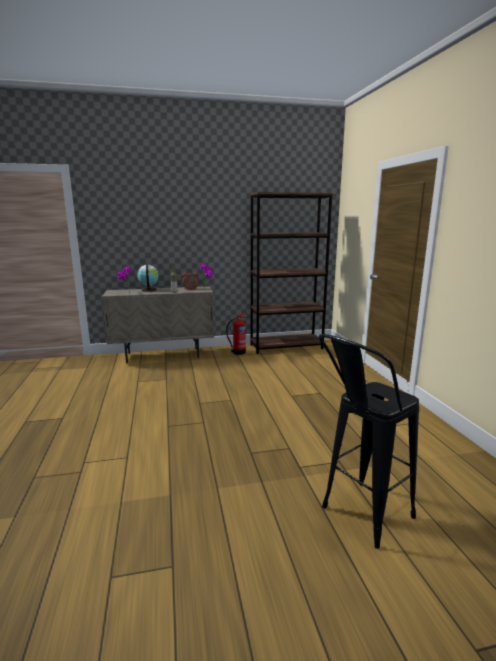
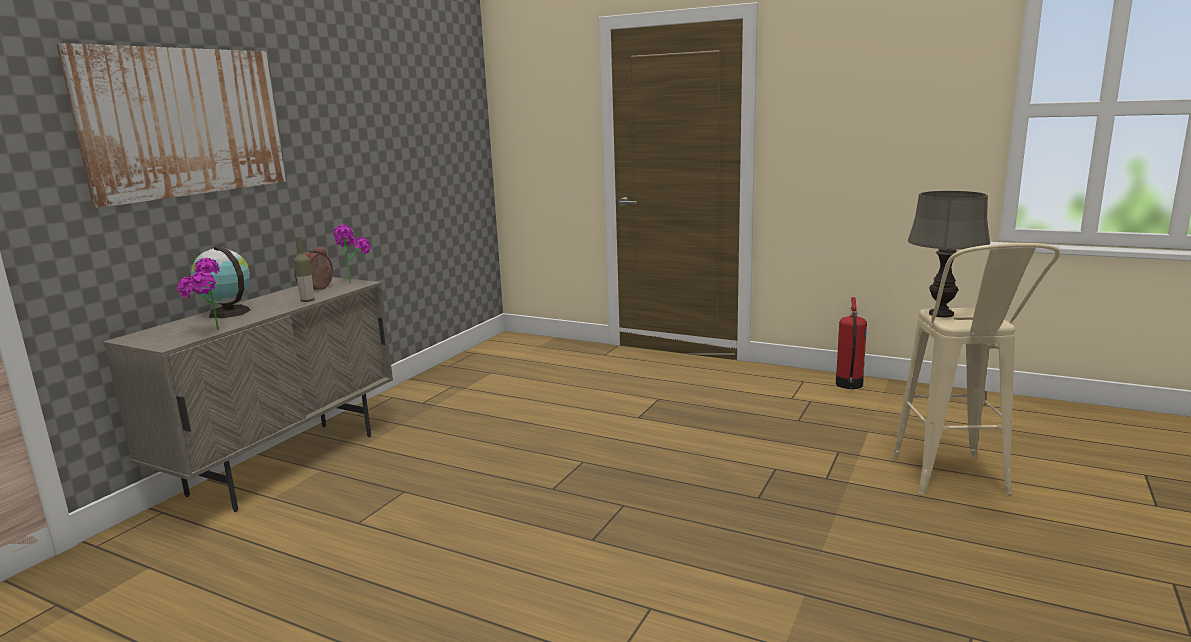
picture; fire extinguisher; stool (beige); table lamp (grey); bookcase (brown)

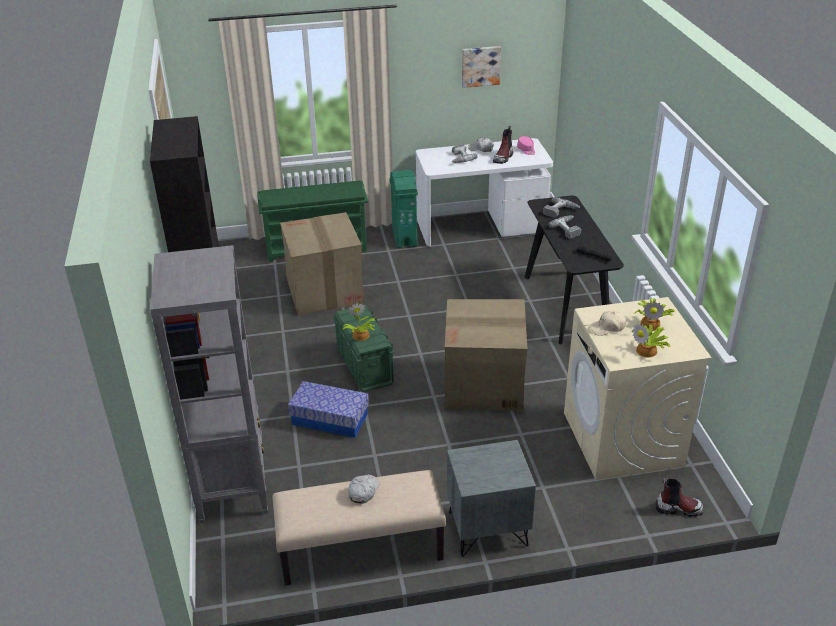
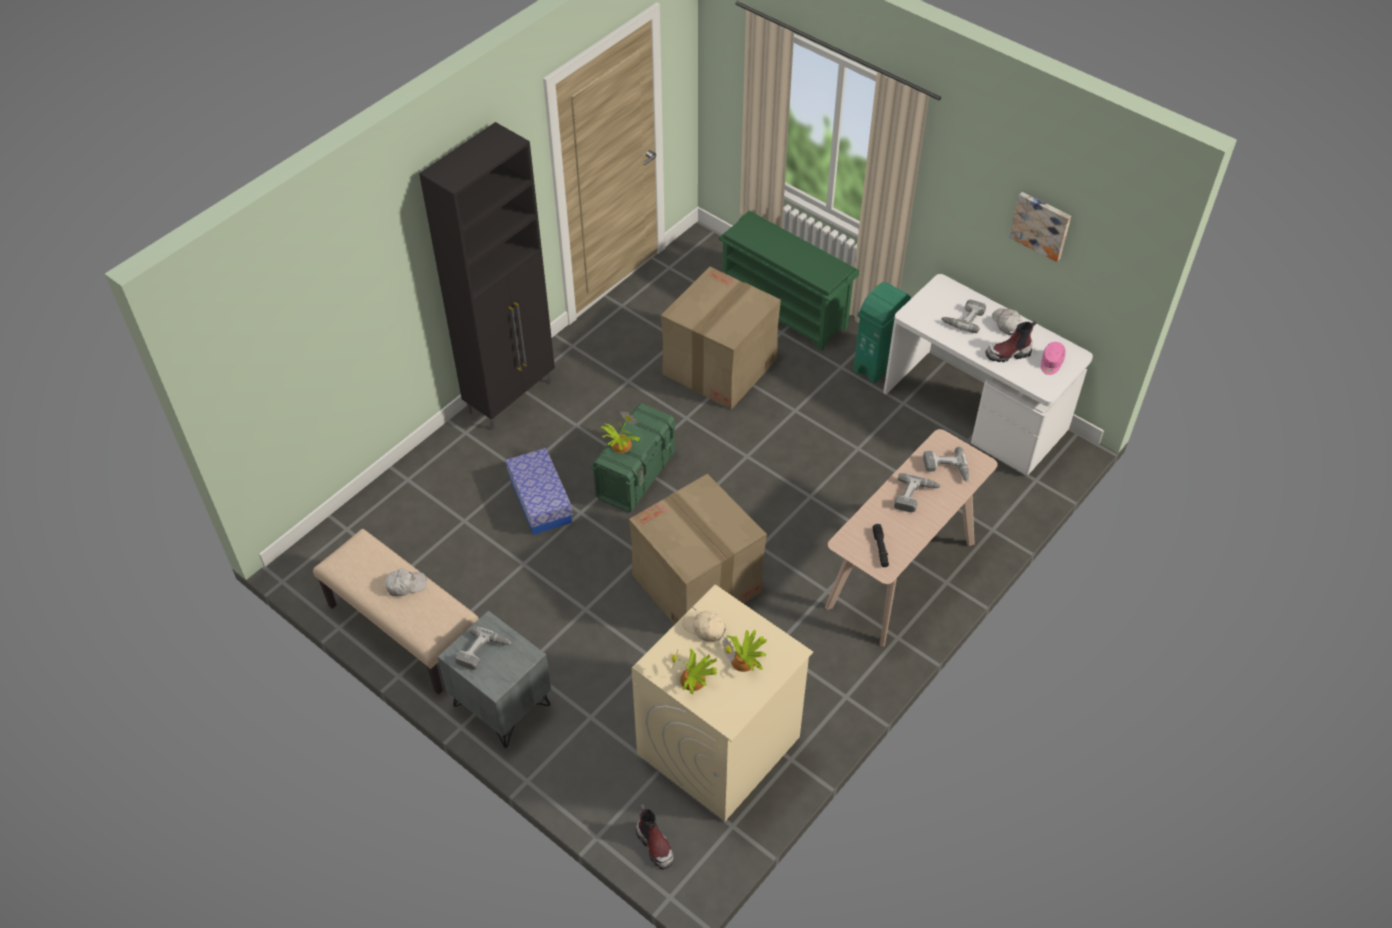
power drill (no. 1 from left); console table (beige); bookcase (grey)

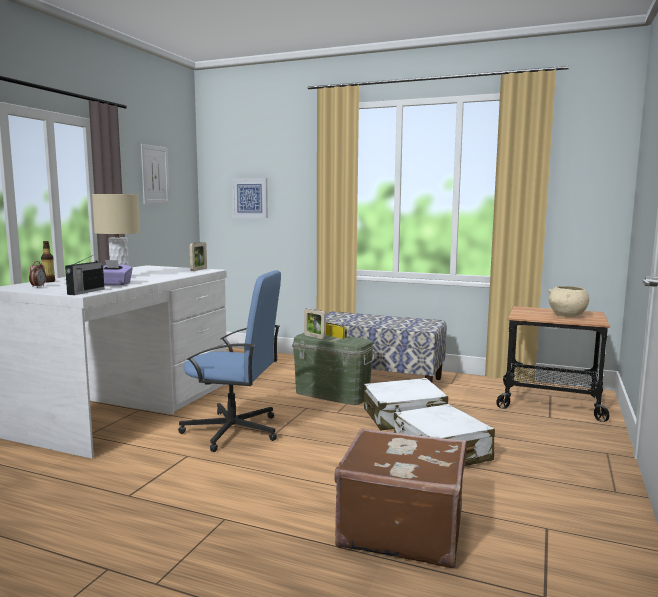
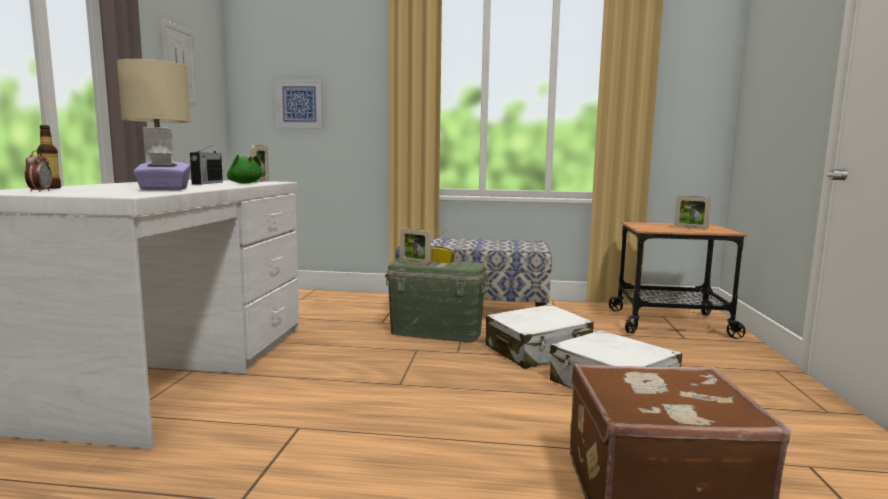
radio (no. 1 from left); plush toy (green); picture frame (no. 3 from left); office chair (blue)

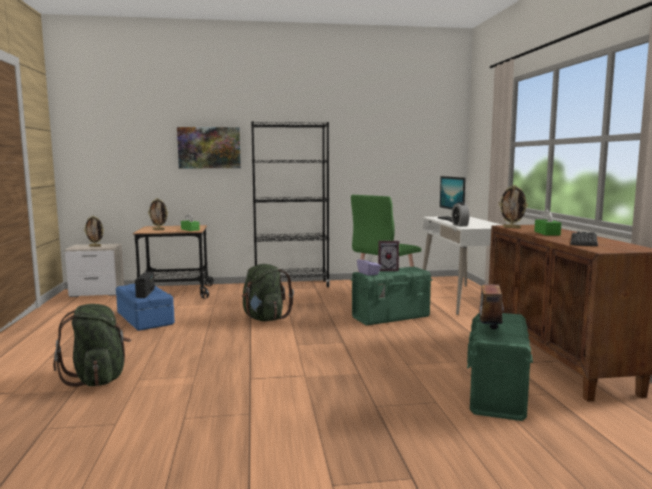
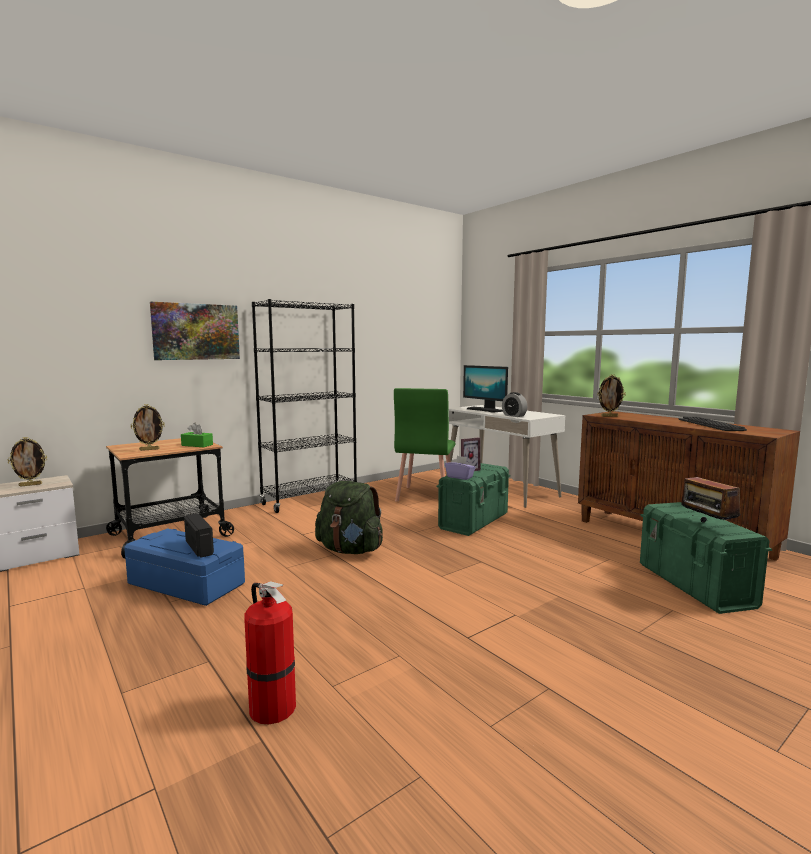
fire extinguisher; tissue box (green) (no. 2 from left in the first image)

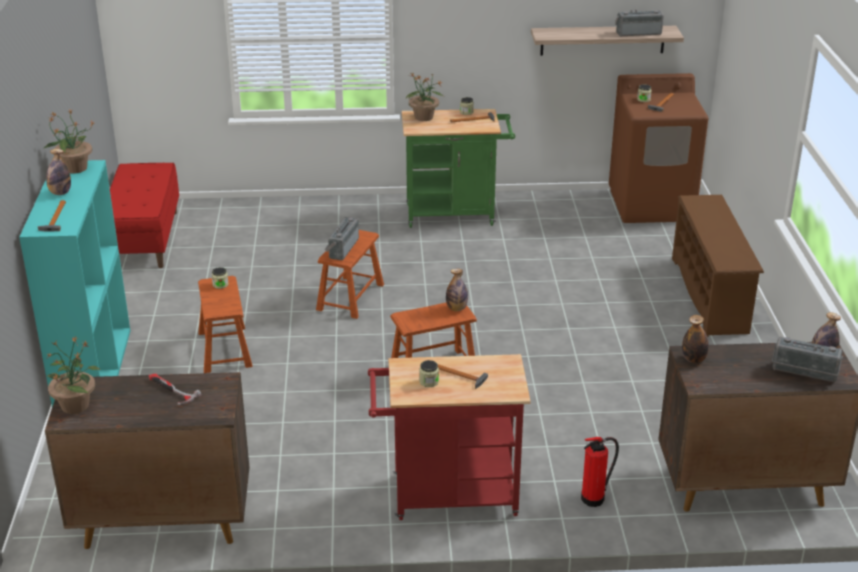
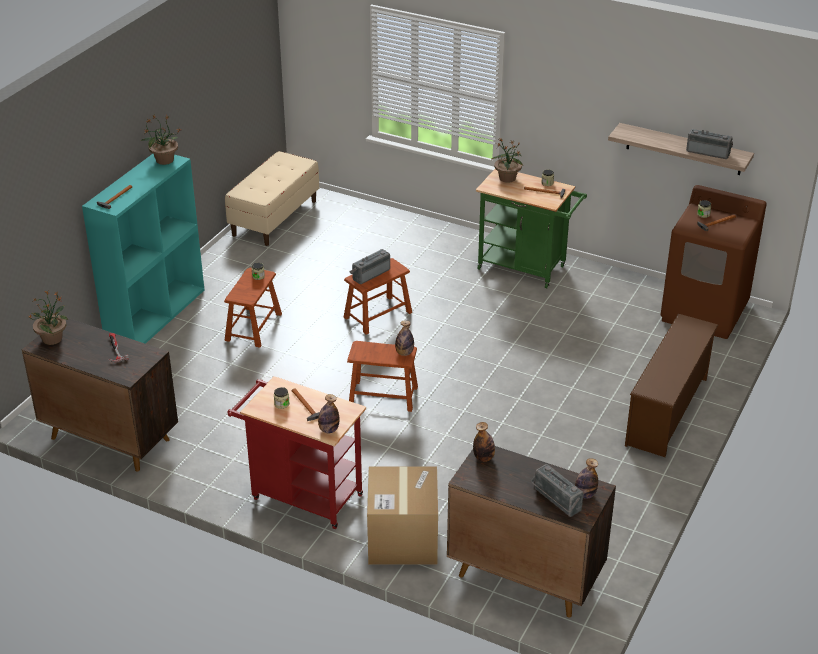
bench (beige); bottle (no. 1 from left); cardboard box

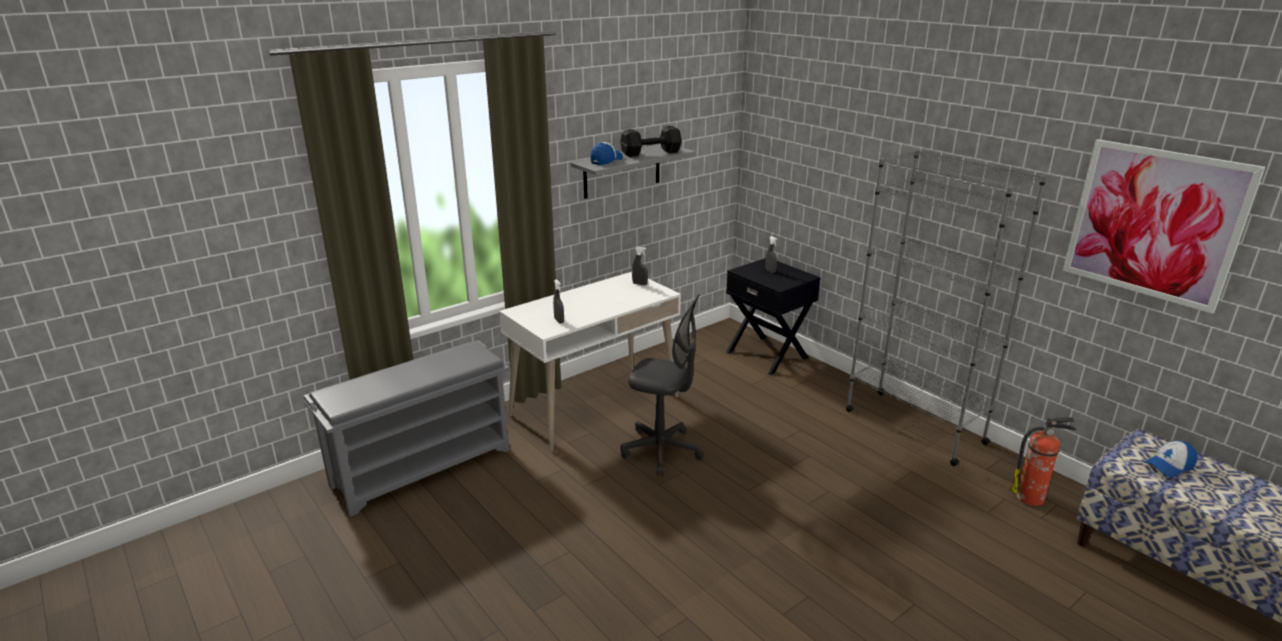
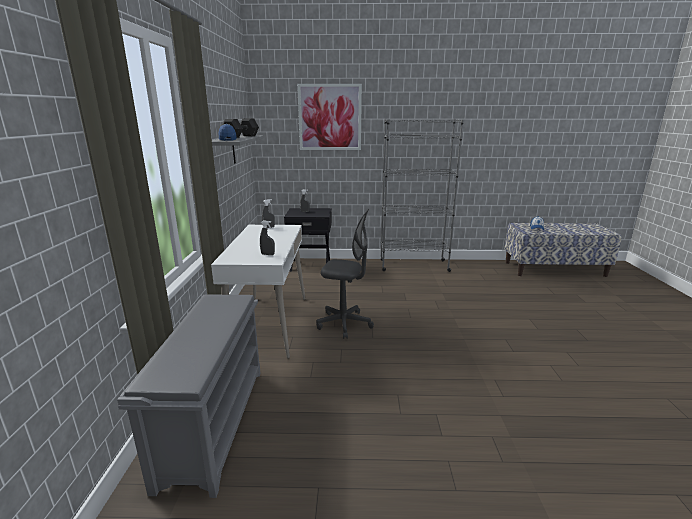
picture; office chair (grey); fire extinguisher

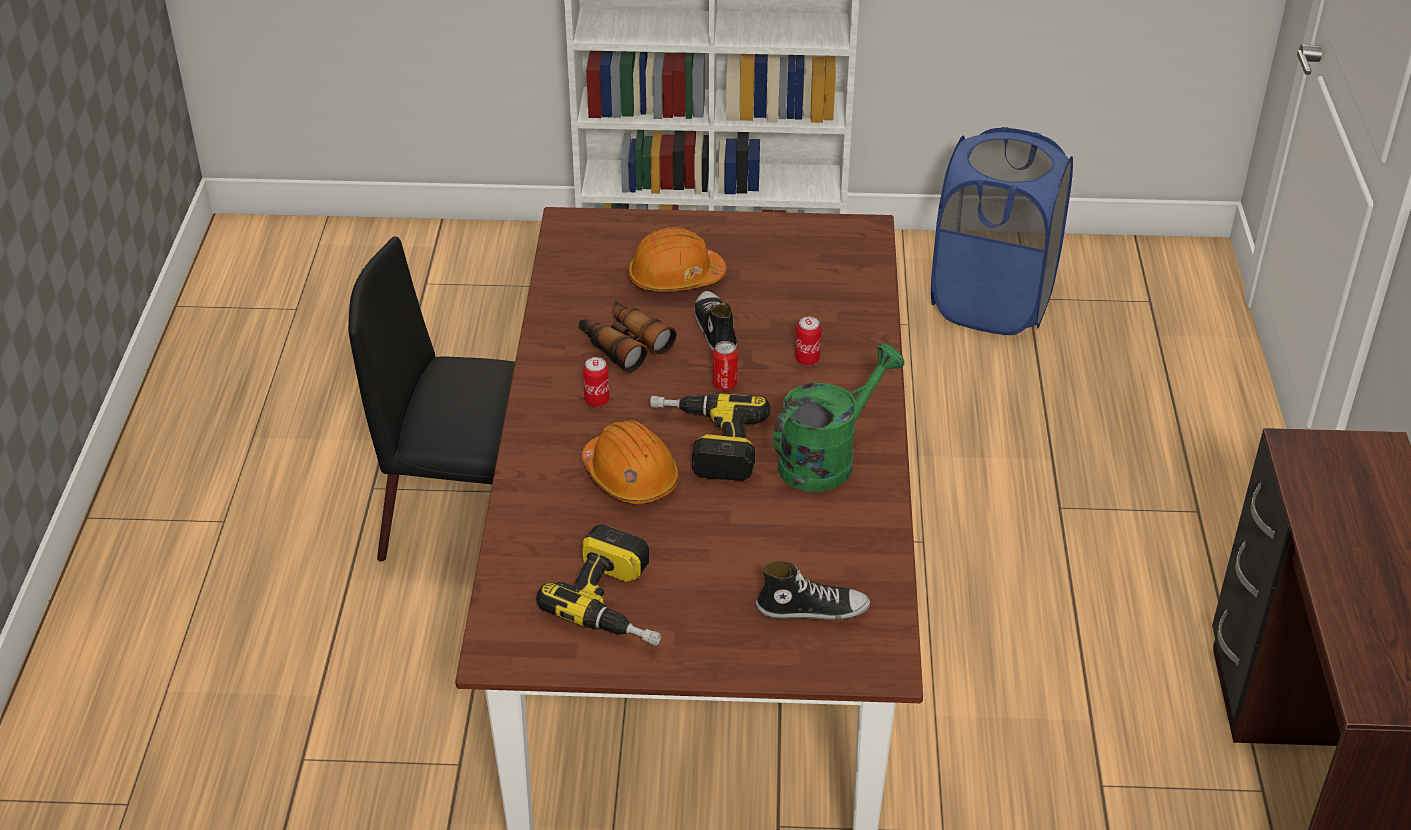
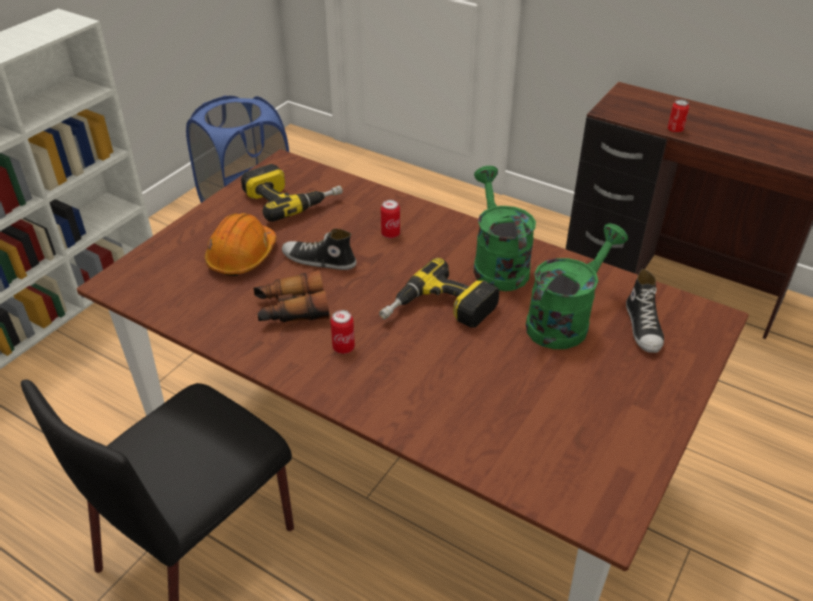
power drill (no. 1 from left); watering can (green) (no. 2 from left); shoe (no. 2 from left); can (no. 3 from left); hard hat (orange) (no. 1 from left in the first image)

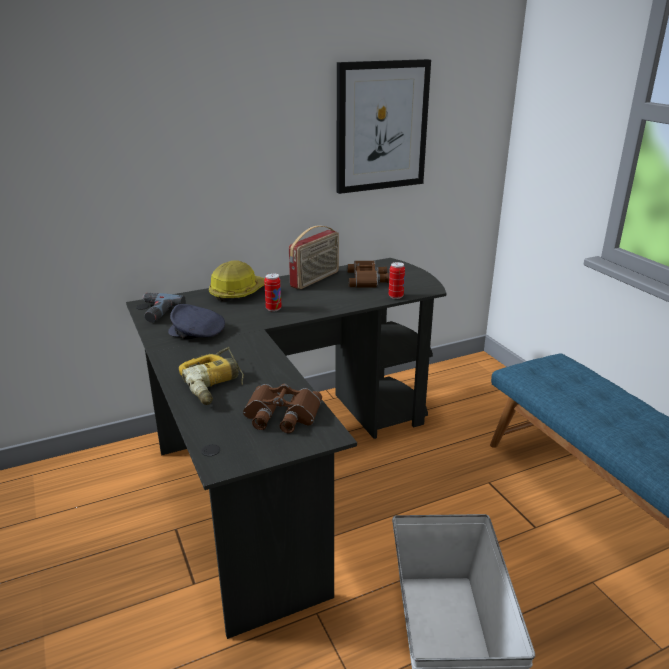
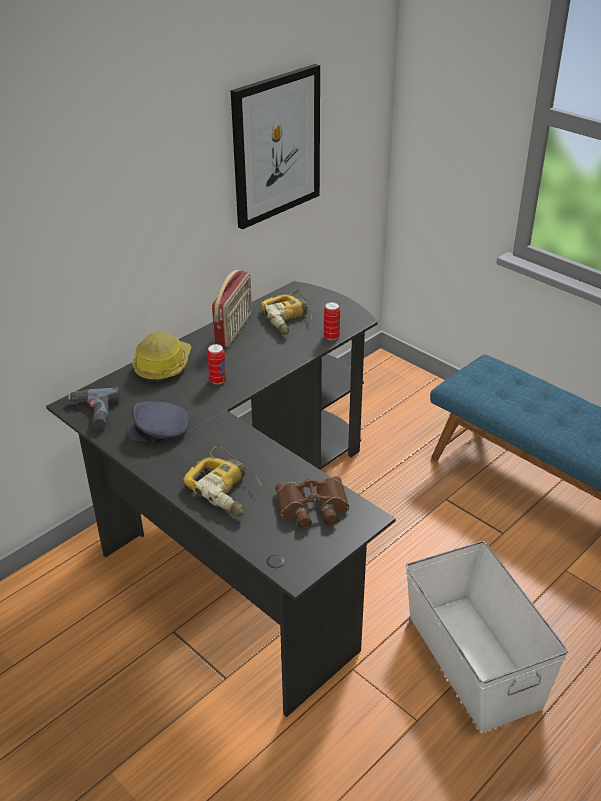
power drill (no. 3 from left)

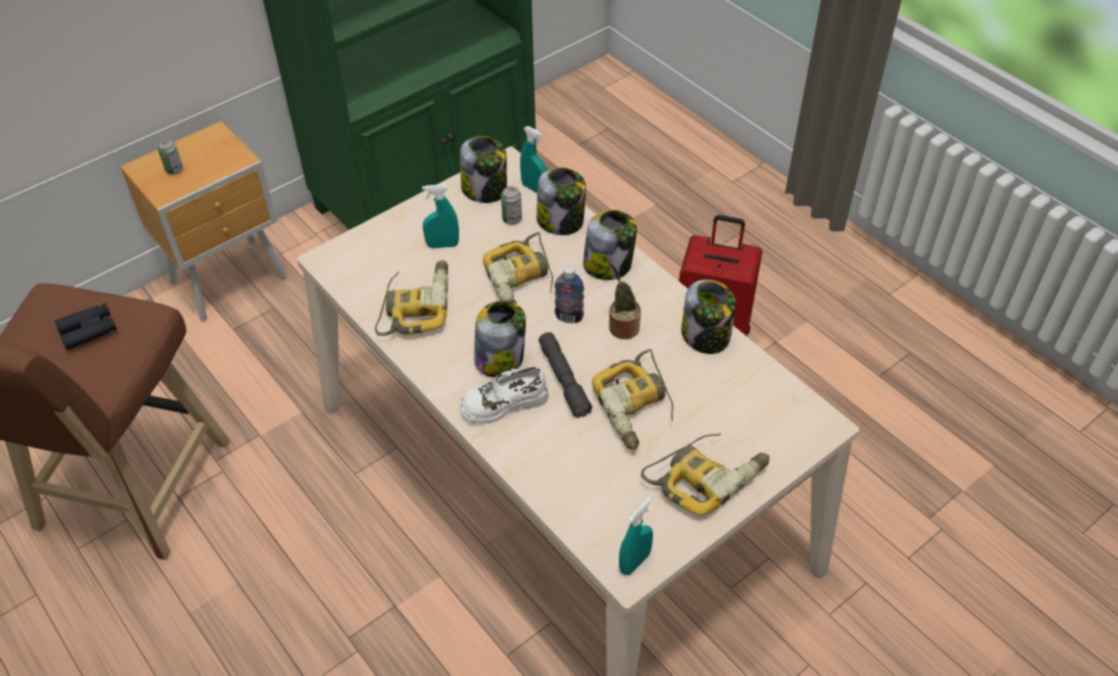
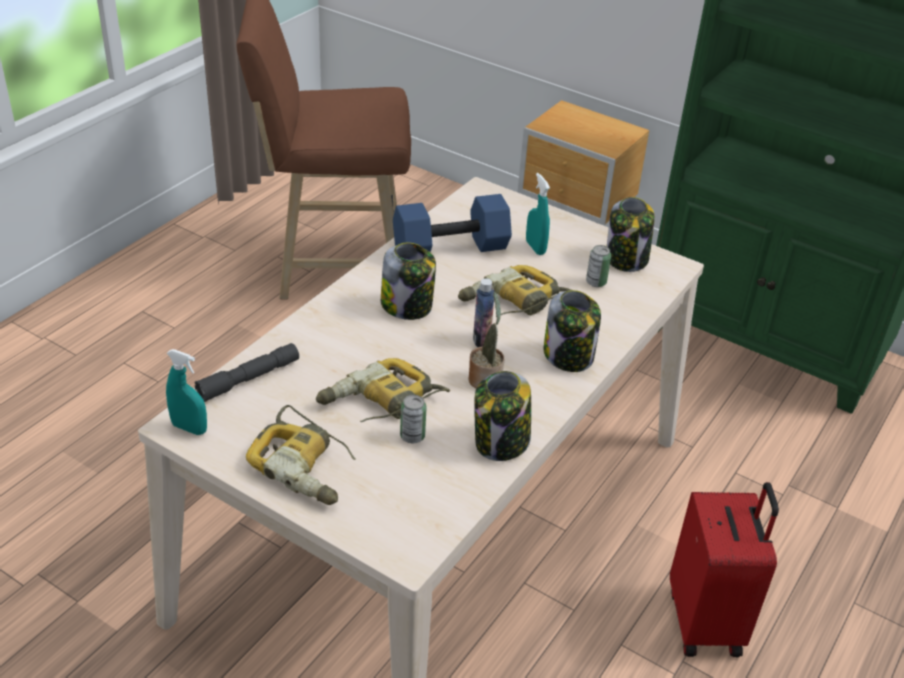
flashlight (grey); dumbbell (blue); can (no. 1 from left); binoculars (black); shoe (white); spray bottle (turquoise) (no. 2 from left in the first image); jar (no. 3 from left in the first image)

